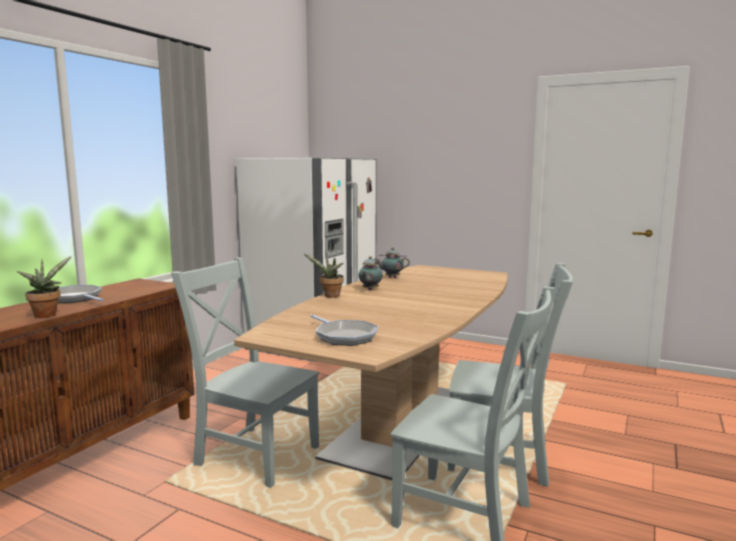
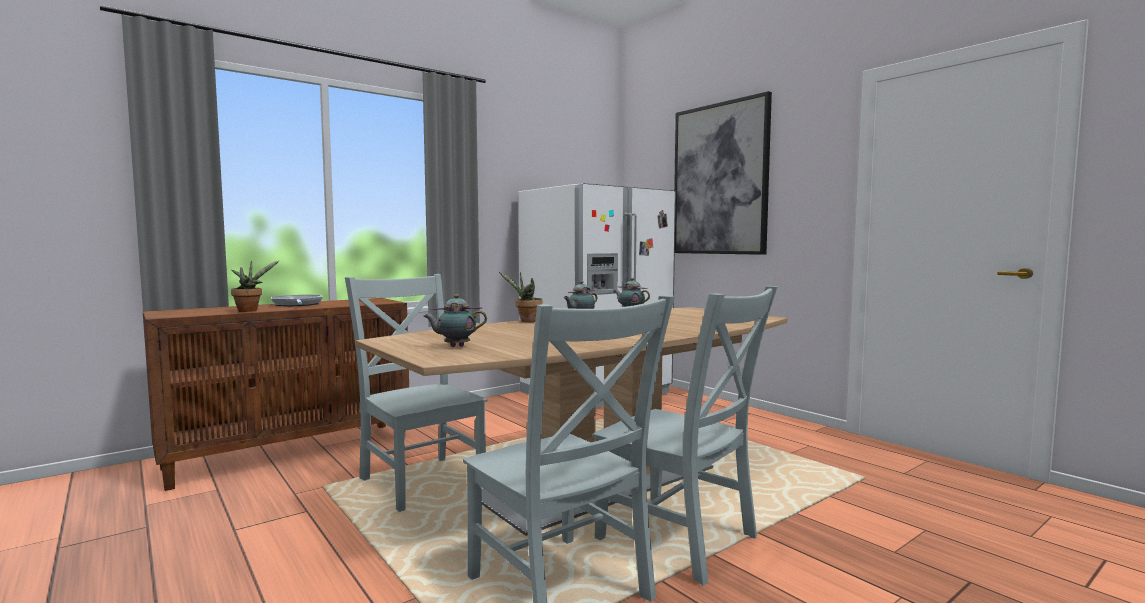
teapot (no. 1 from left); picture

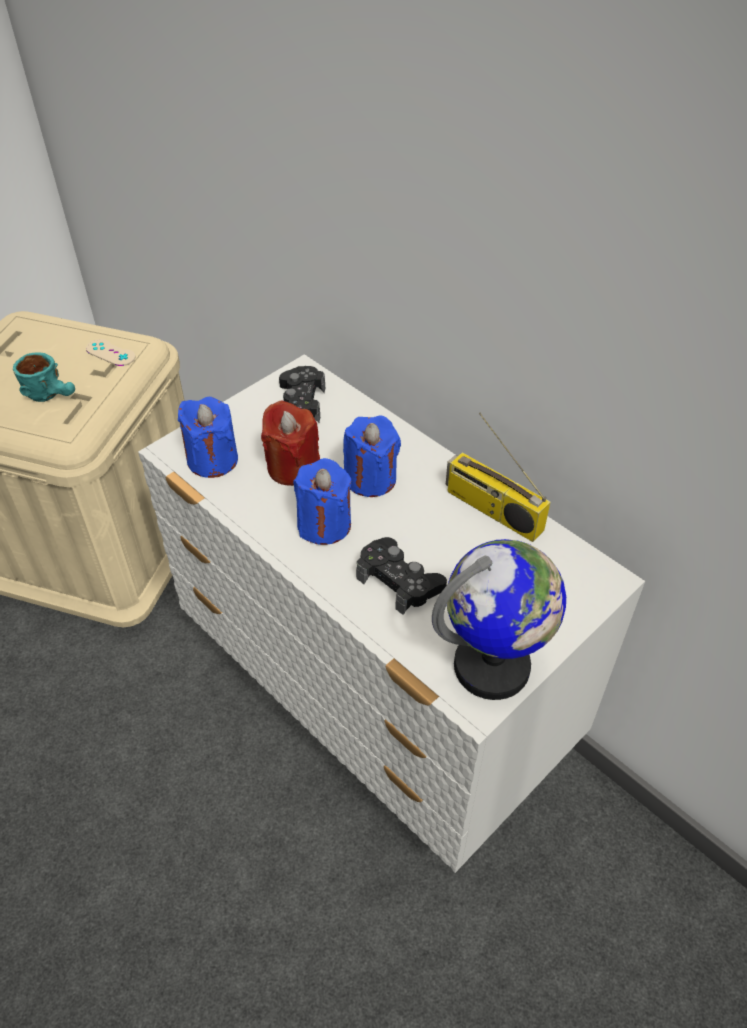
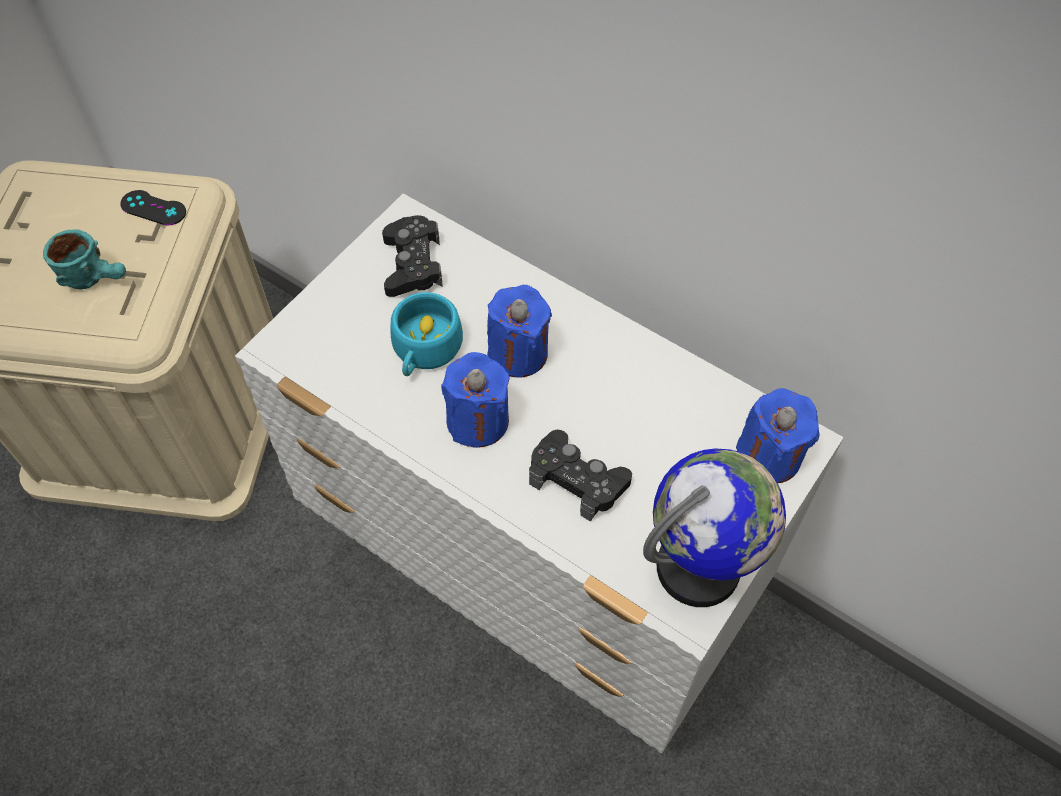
game controller (black) (no. 1 from left); cup (turquoise); candle (blue) (no. 3 from left); radio

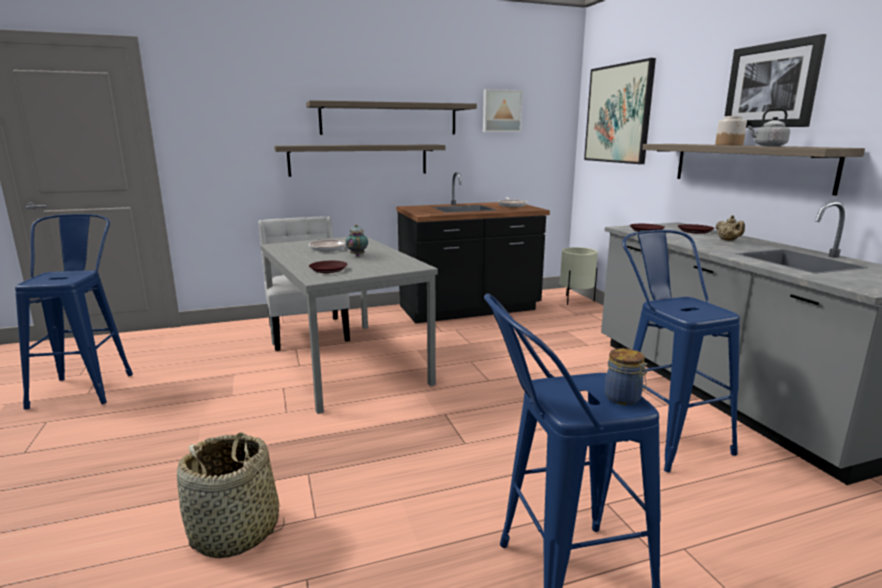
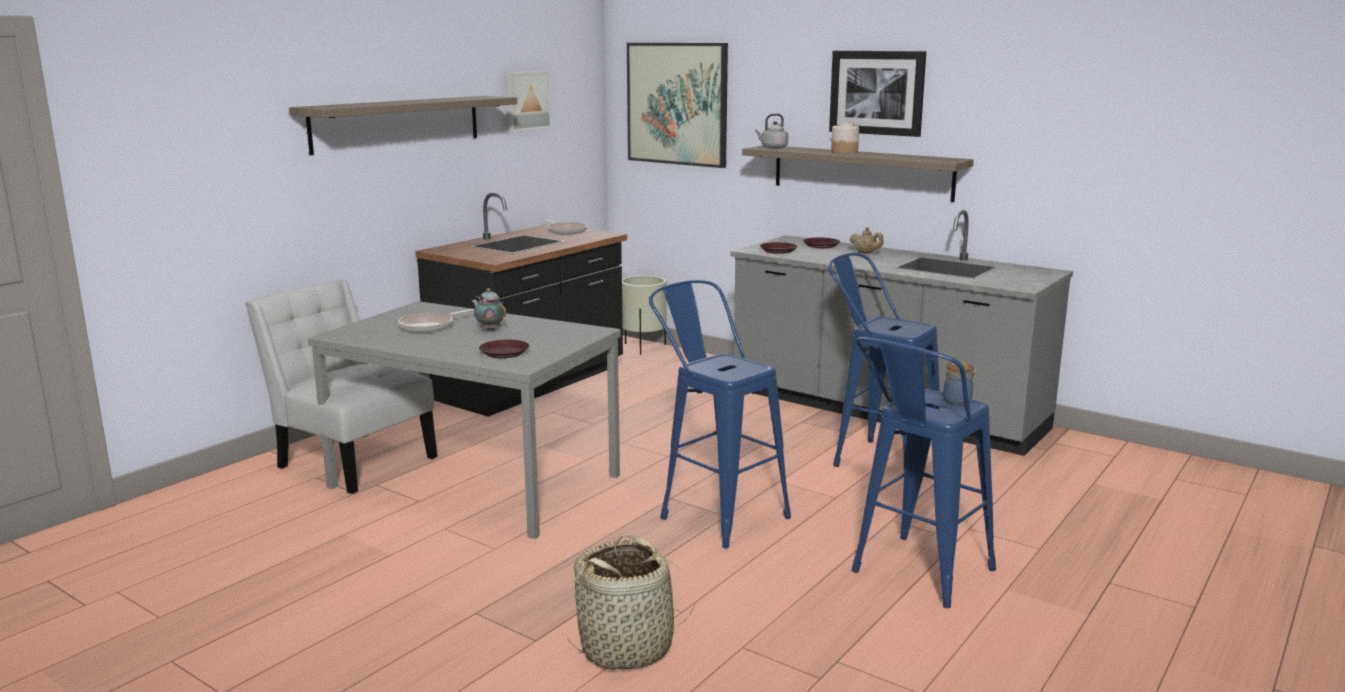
stool (blue) (no. 1 from left); kettle (grey); shelf (no. 1 from left in the first image)

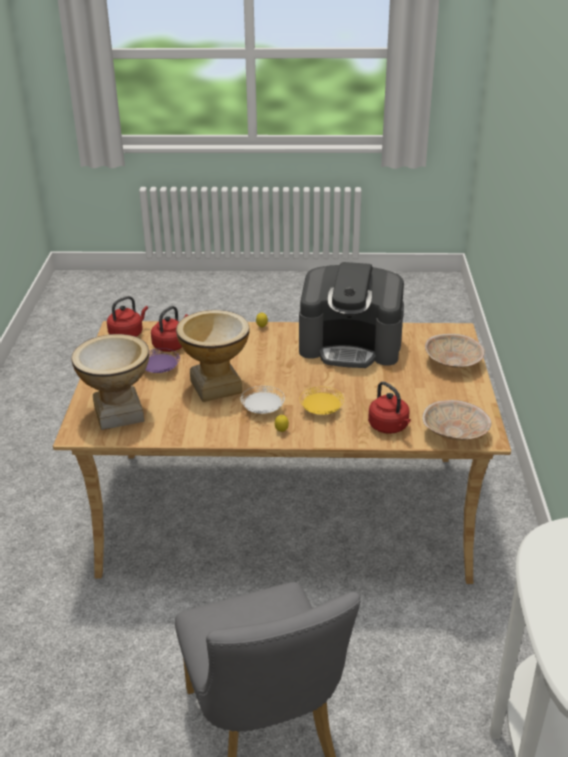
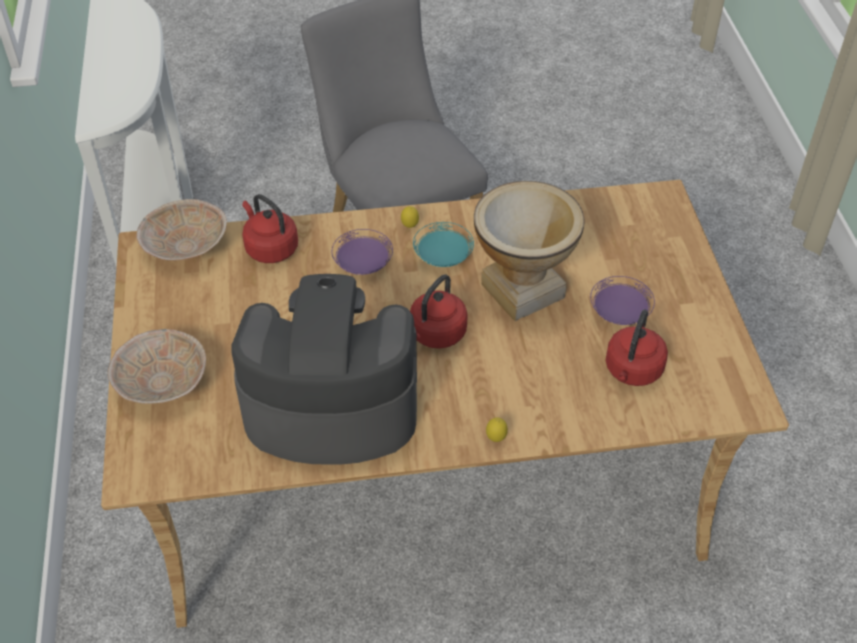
plate (purple) (no. 1 from left); kettle (red) (no. 2 from left); plate (turquoise); vase (no. 1 from left in the first image)

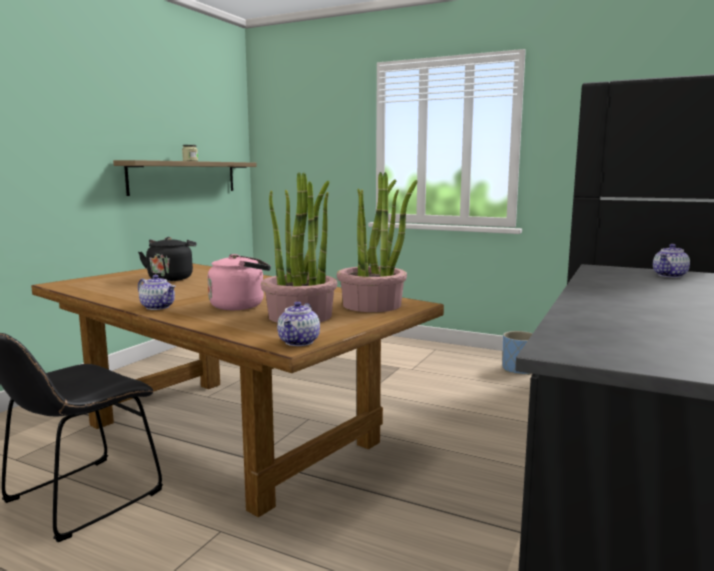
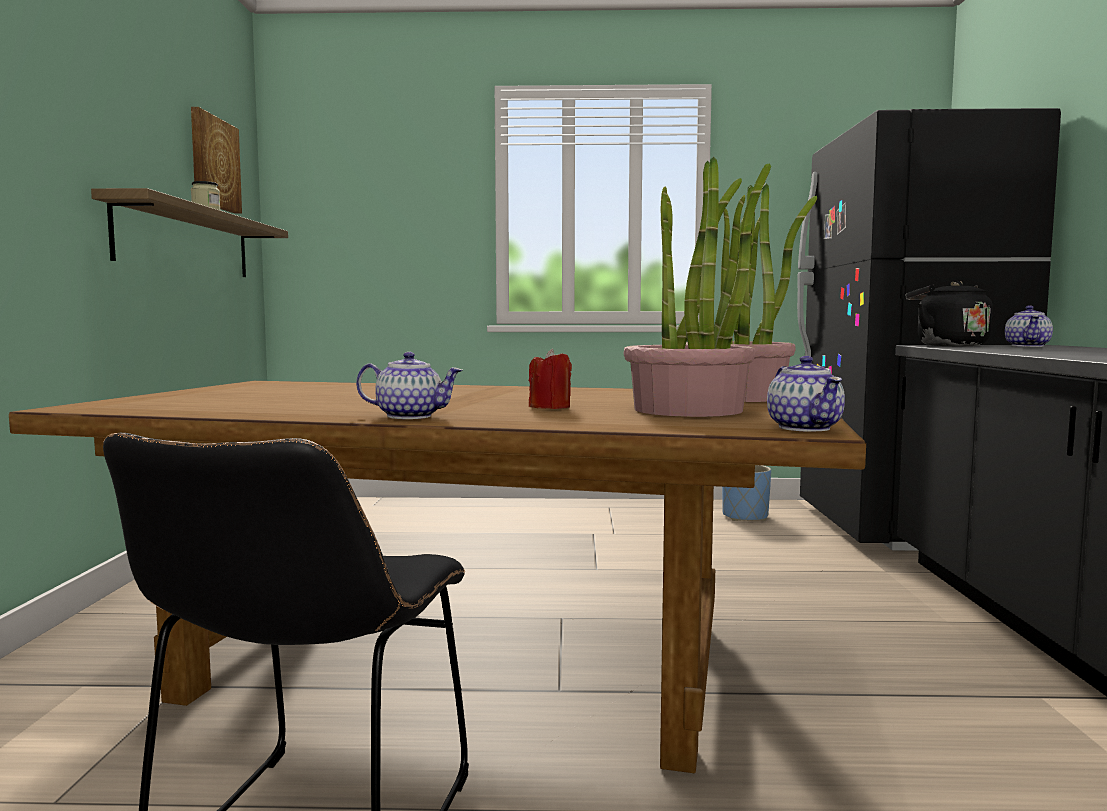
picture; candle (red); kettle (black)

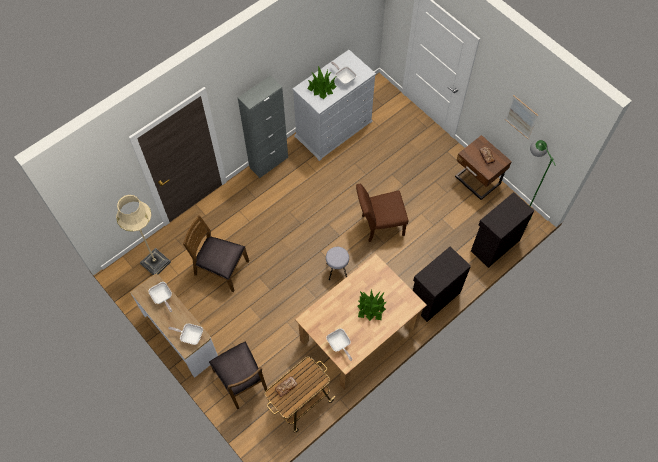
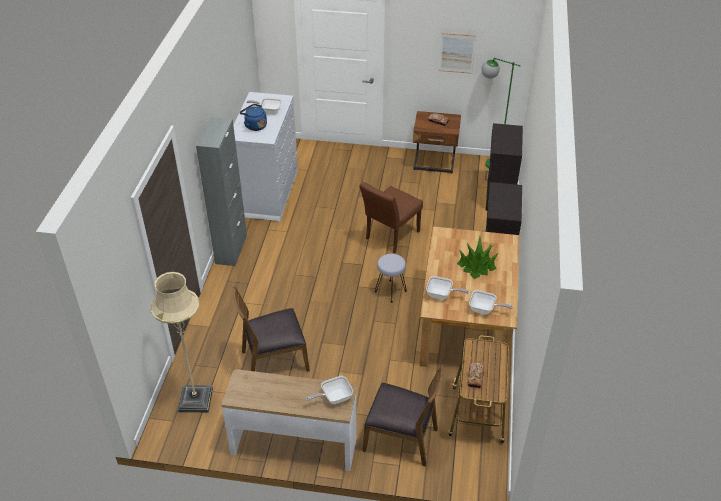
kettle (blue); frying pan (no. 3 from left)

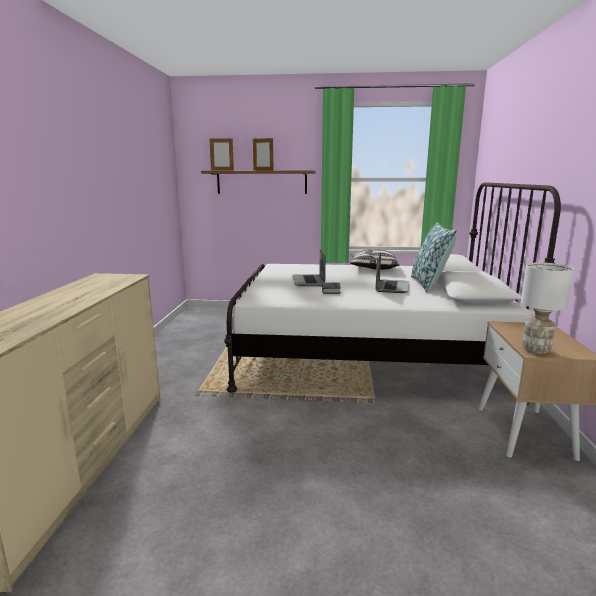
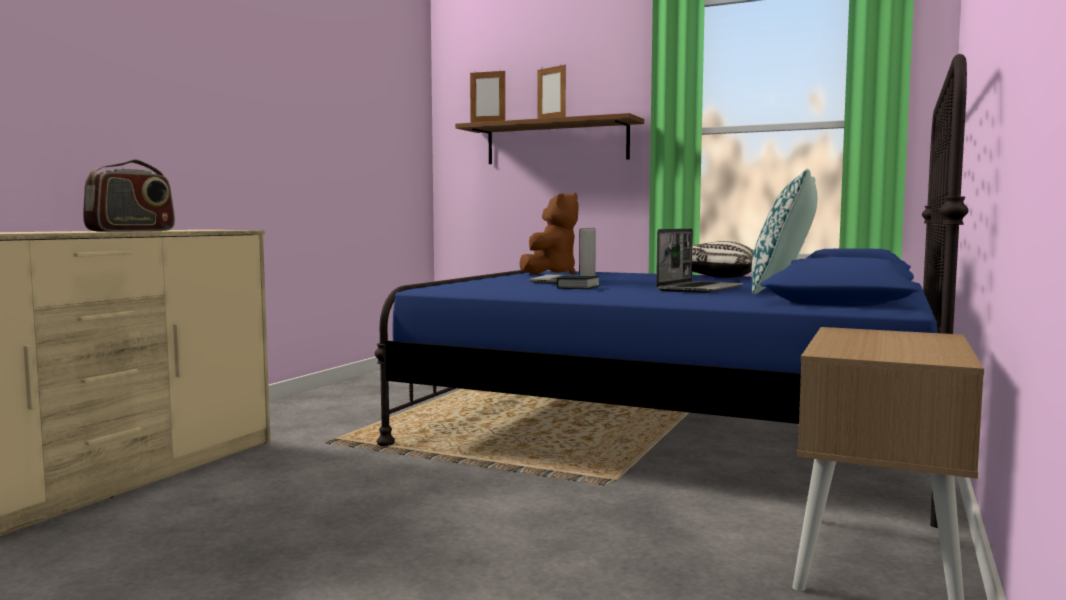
radio; bed (blue); plush toy (brown); table lamp (white)

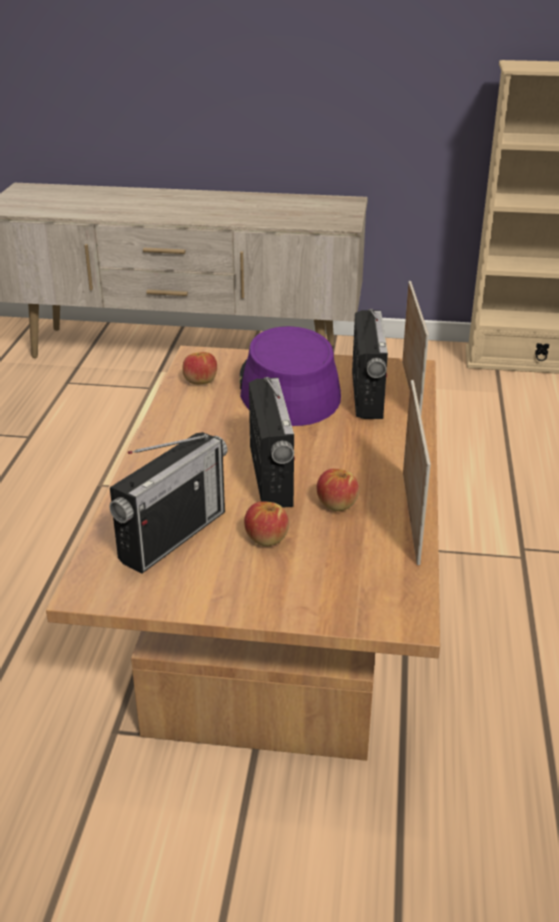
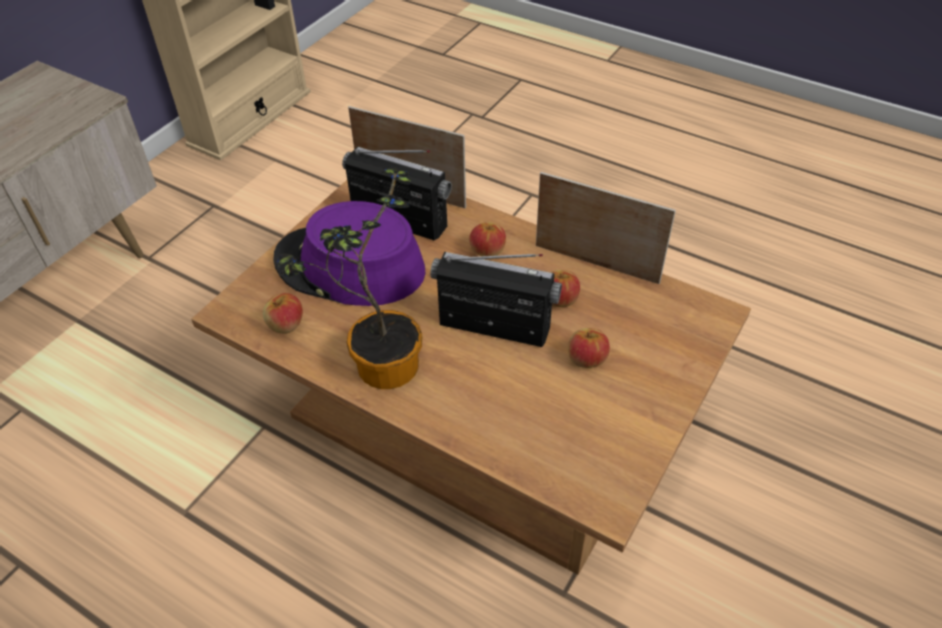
potted plant; apple (no. 2 from left); radio (no. 1 from left in the first image)

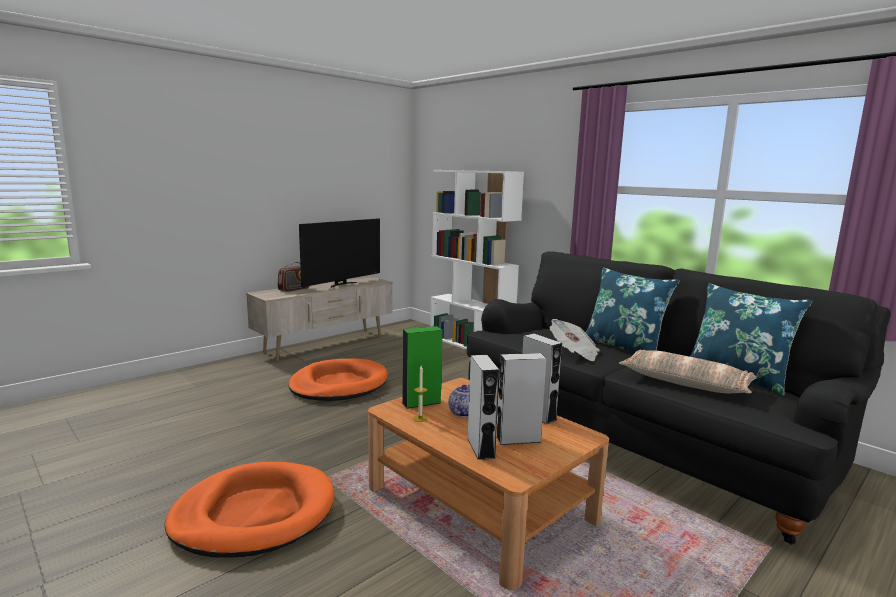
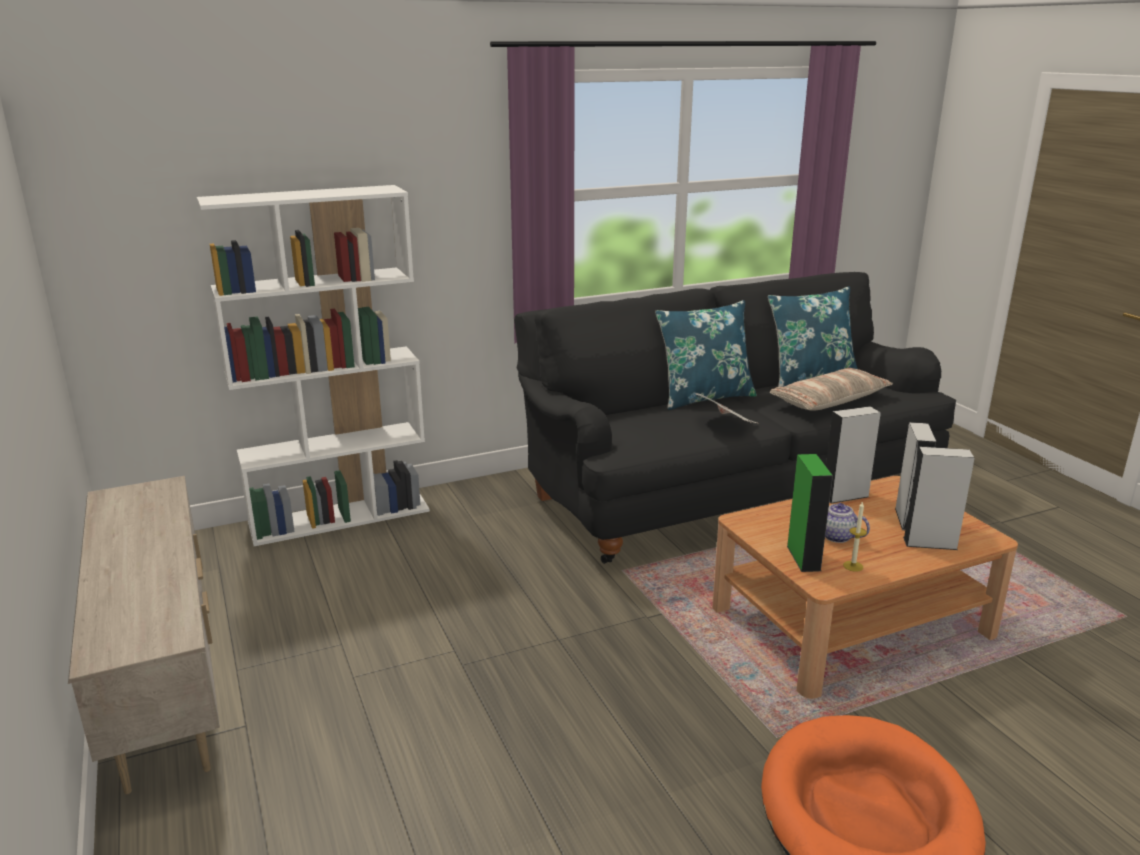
radio; dog bed (orange) (no. 2 from left in the first image); television

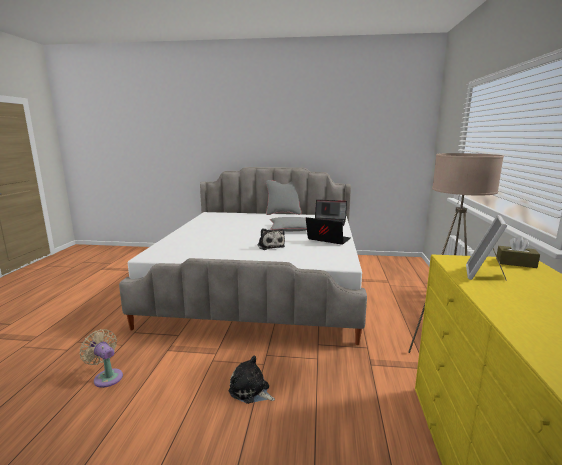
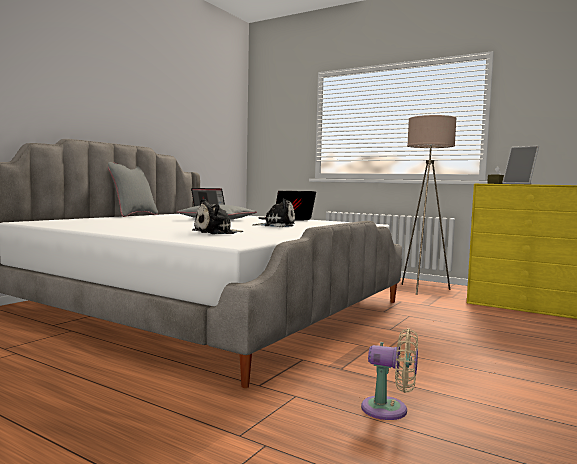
plush toy (no. 1 from left); fan (beige)

